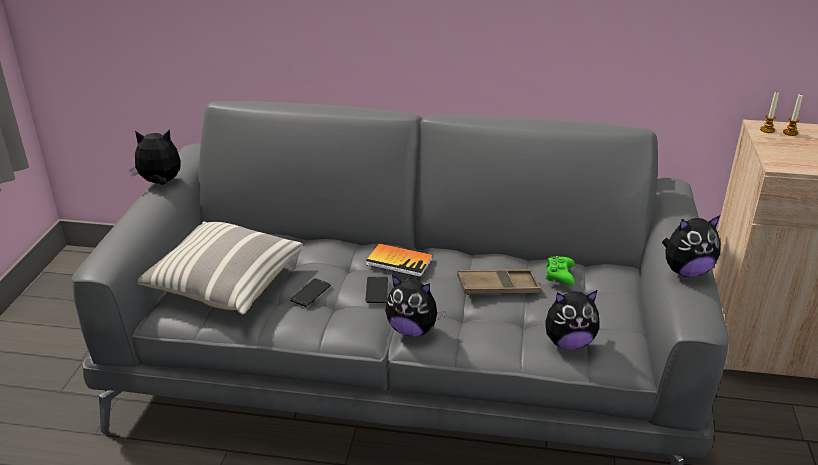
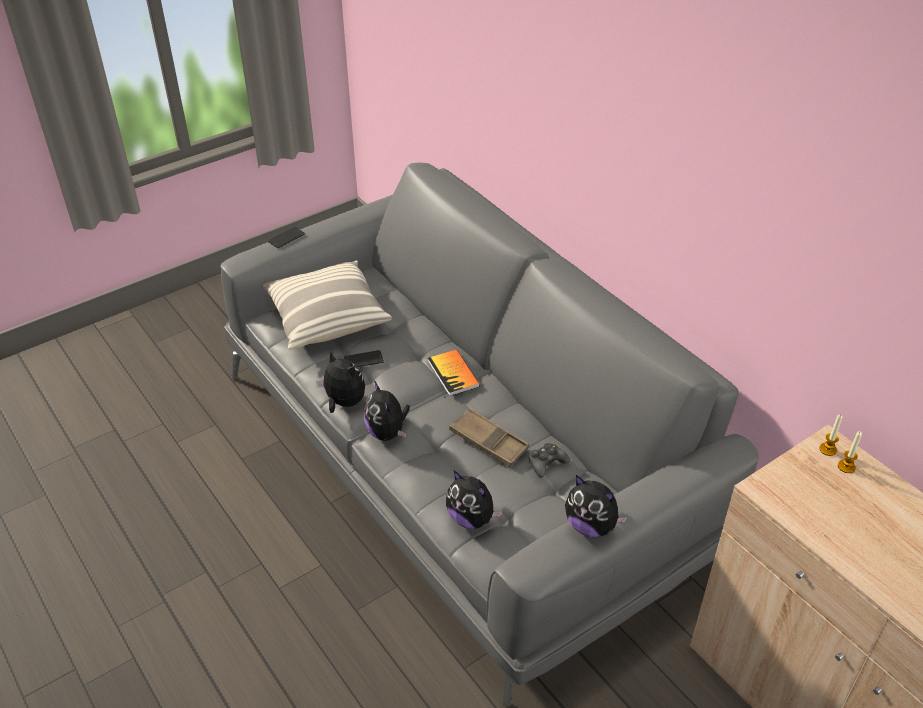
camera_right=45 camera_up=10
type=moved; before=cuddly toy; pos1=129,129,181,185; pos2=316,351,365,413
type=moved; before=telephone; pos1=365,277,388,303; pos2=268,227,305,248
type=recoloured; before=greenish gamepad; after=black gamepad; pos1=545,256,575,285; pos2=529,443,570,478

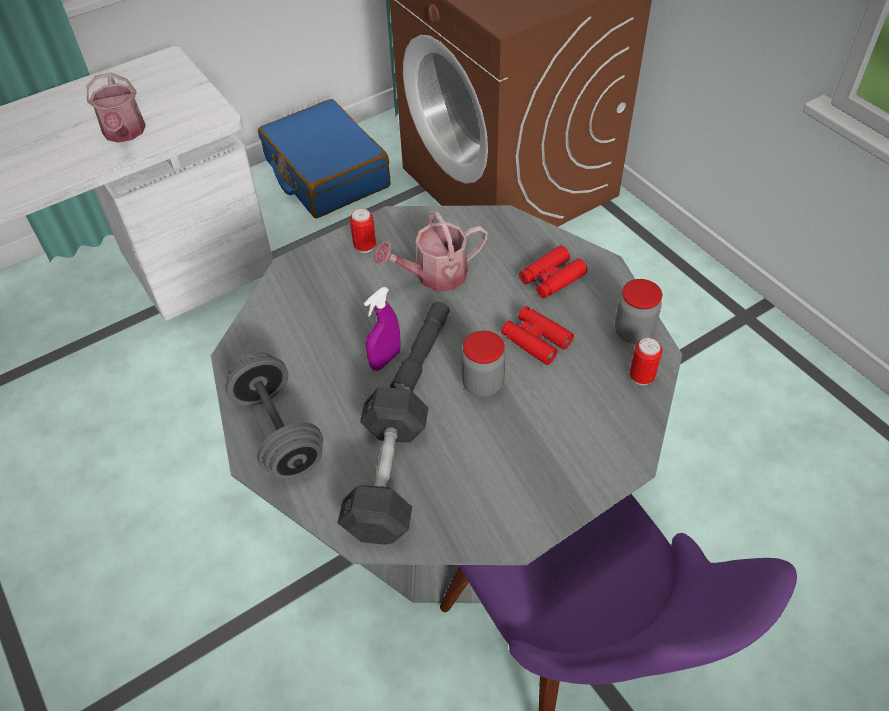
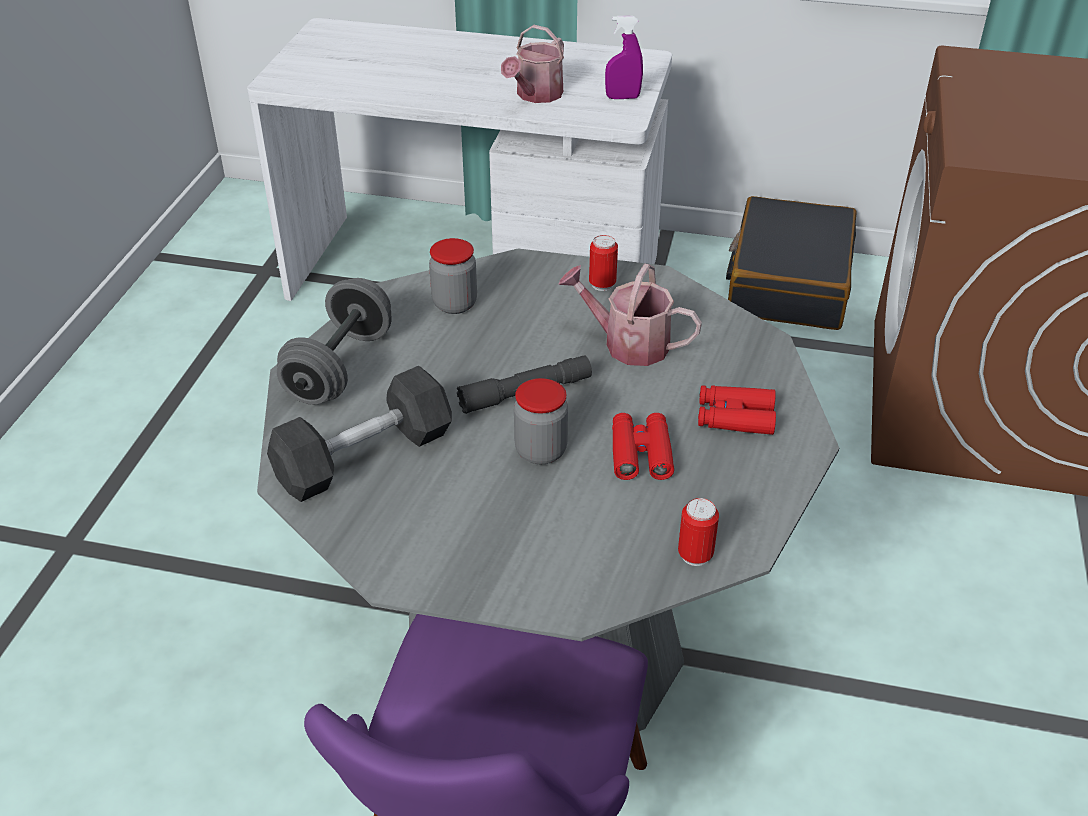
camera_right=45 camera_up=-10
type=recoloured; before=bluish piece of luggage; after=black piece of luggage; pos1=258,99,390,218; pos2=726,196,857,330
type=moved; before=purple-coloured spray bottle; pos1=364,287,401,371; pos2=605,16,643,99
type=moved; before=jar; pos1=615,279,662,344; pos2=429,238,477,314

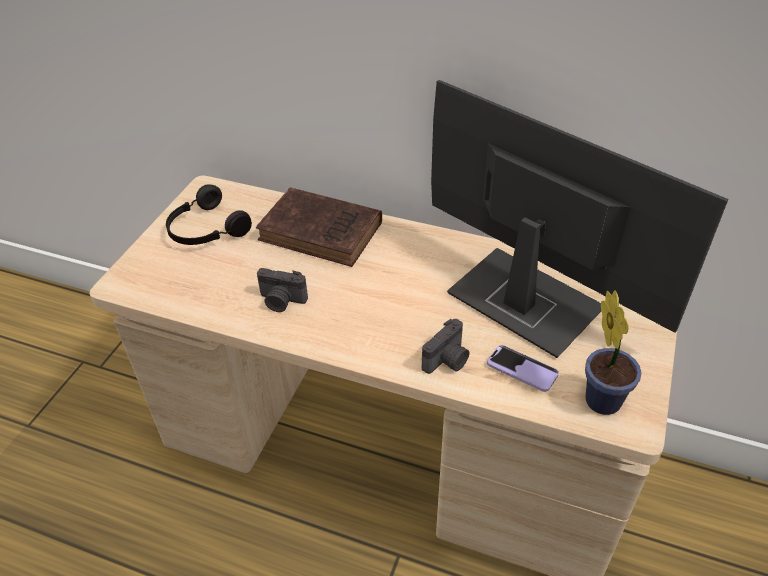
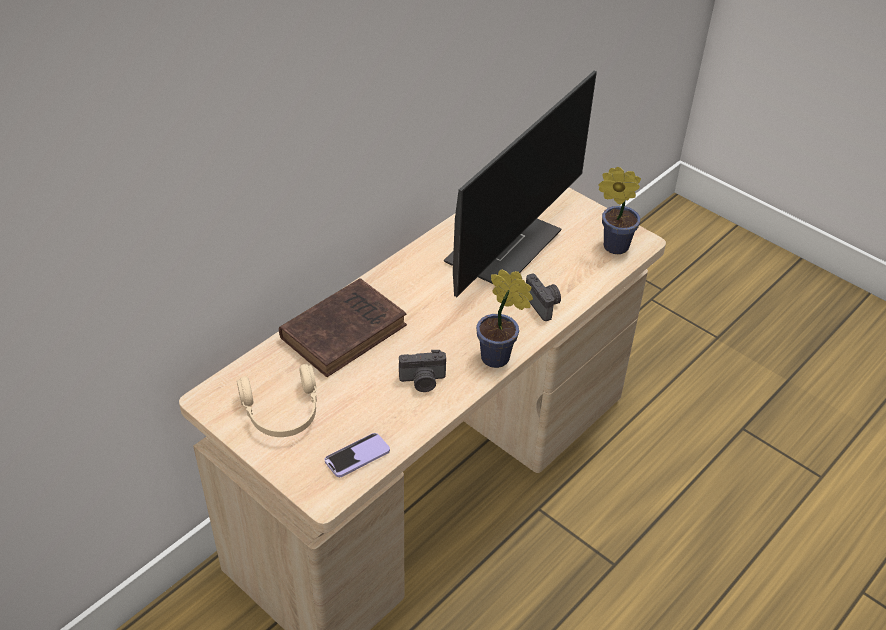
camera_right=-70 camera_up=0
type=recoloured; before=black pair of headphones; after=sand-coloured pair of headphones; pos1=166,184,252,245; pos2=237,364,317,437
type=turned; before=still camera; pos1=257,268,308,312; pos2=399,350,446,392; turn=45
type=turned; before=monitor; pos1=431,80,728,358; pos2=444,71,597,297; turn=150
type=moved; before=telephone; pos1=487,345,559,392; pos2=325,433,390,477
type=added; after=plant in a pot; pos2=476,269,533,368

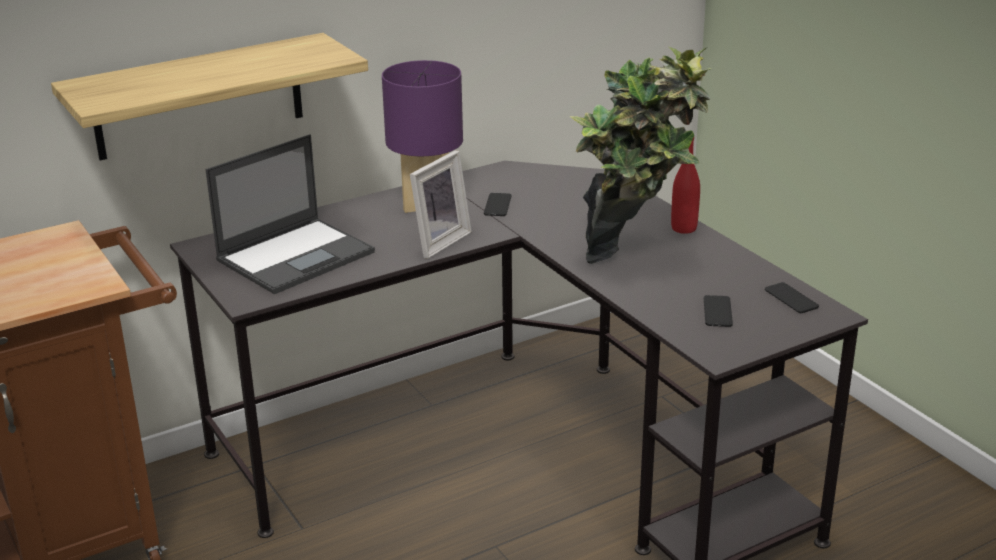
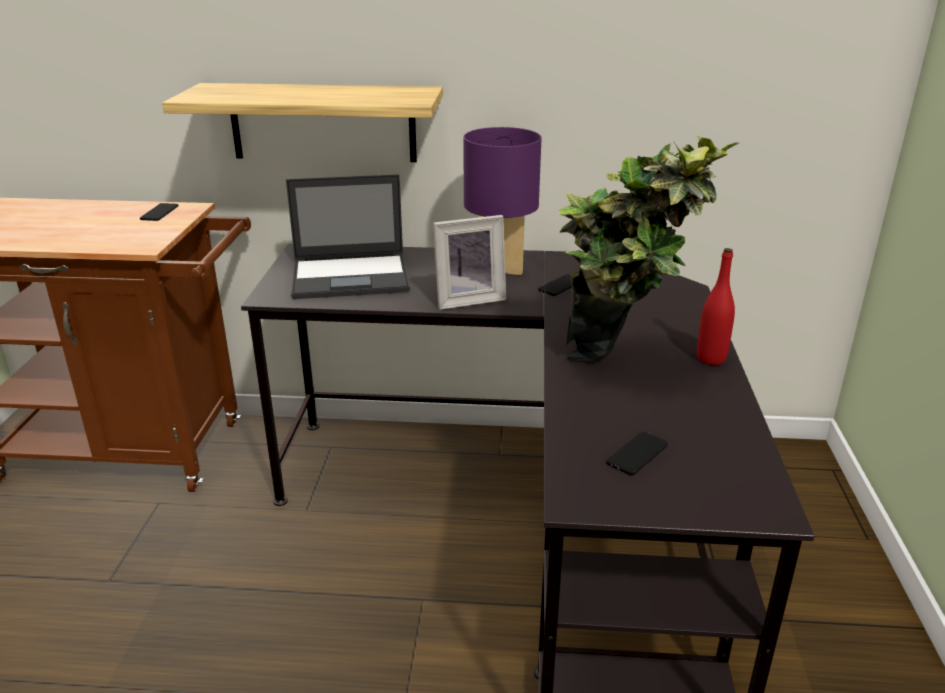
camera_right=35 camera_up=0
type=moved; before=telephone; pos1=765,282,819,313; pos2=140,203,179,221

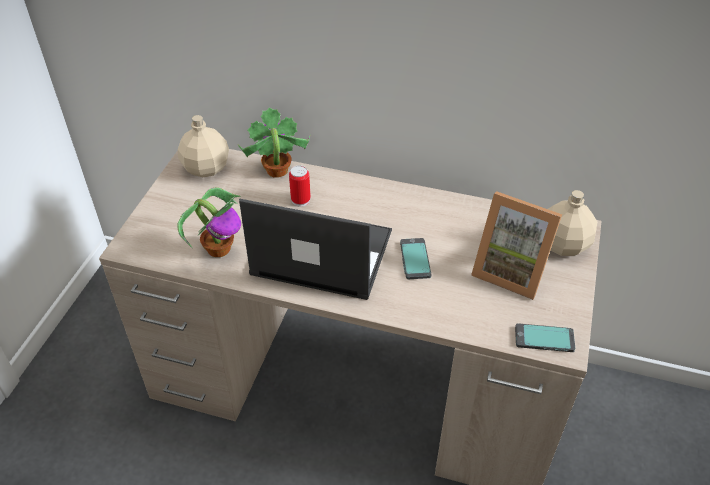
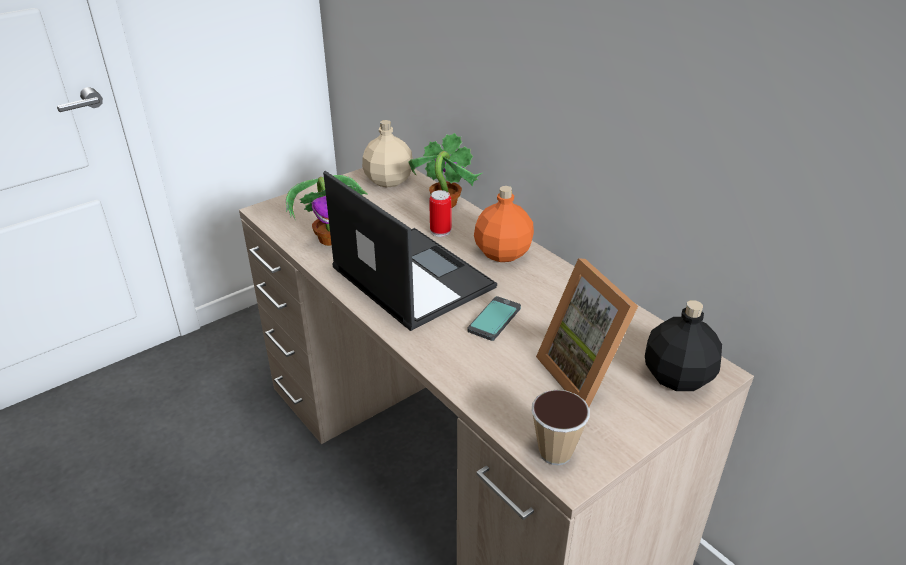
camera_right=35 camera_up=-10
type=replaced; before=telephone; after=cup; pos1=515,323,575,352; pos2=531,390,590,465
type=recoloured; before=sand-coloured beverage bottle; after=black beverage bottle; pos1=548,190,597,256; pos2=645,300,722,391
type=added; after=orange beverage bottle; pos2=474,186,534,262

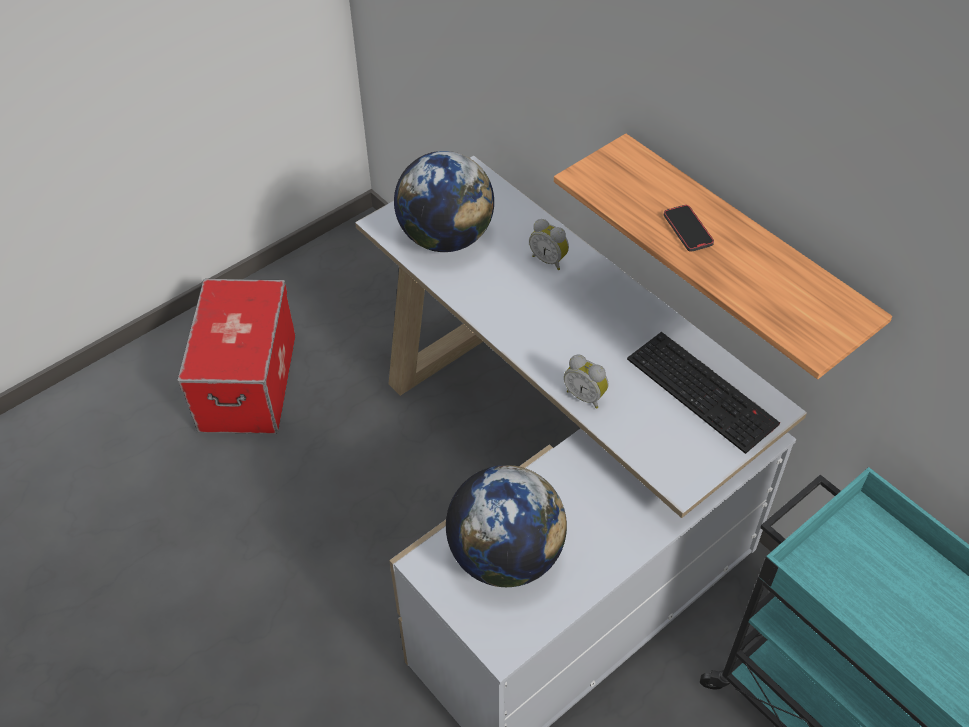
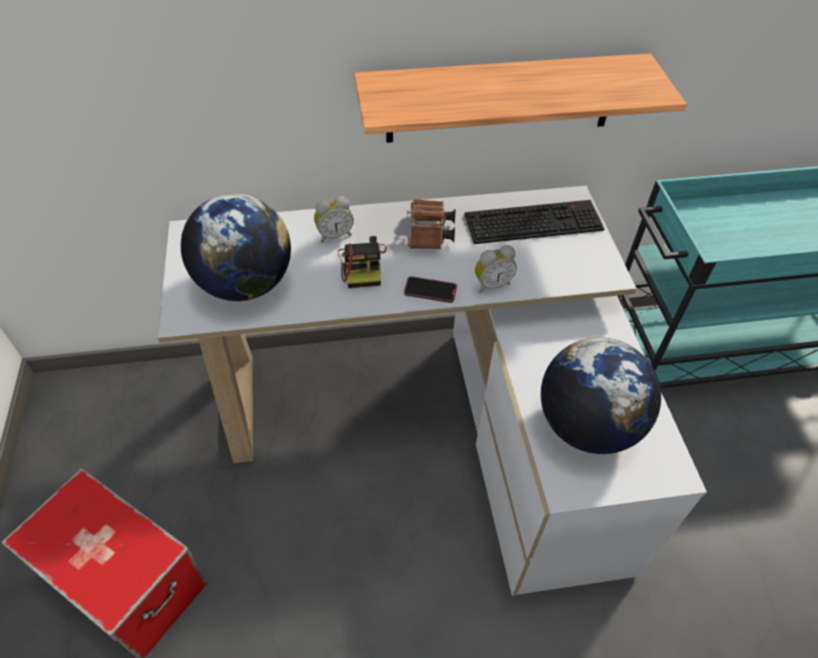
camera_right=-60 camera_up=0
type=moved; before=telephone; pos1=664,205,714,252; pos2=404,276,457,303
type=added; after=still camera; pos2=338,236,387,288
type=added; after=brown binoculars; pos2=407,199,456,249

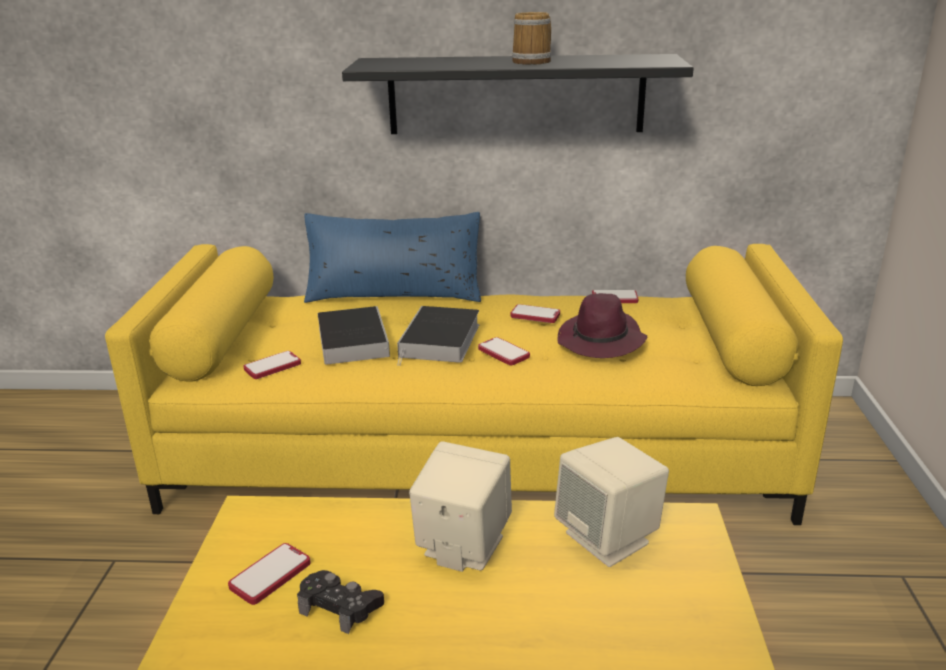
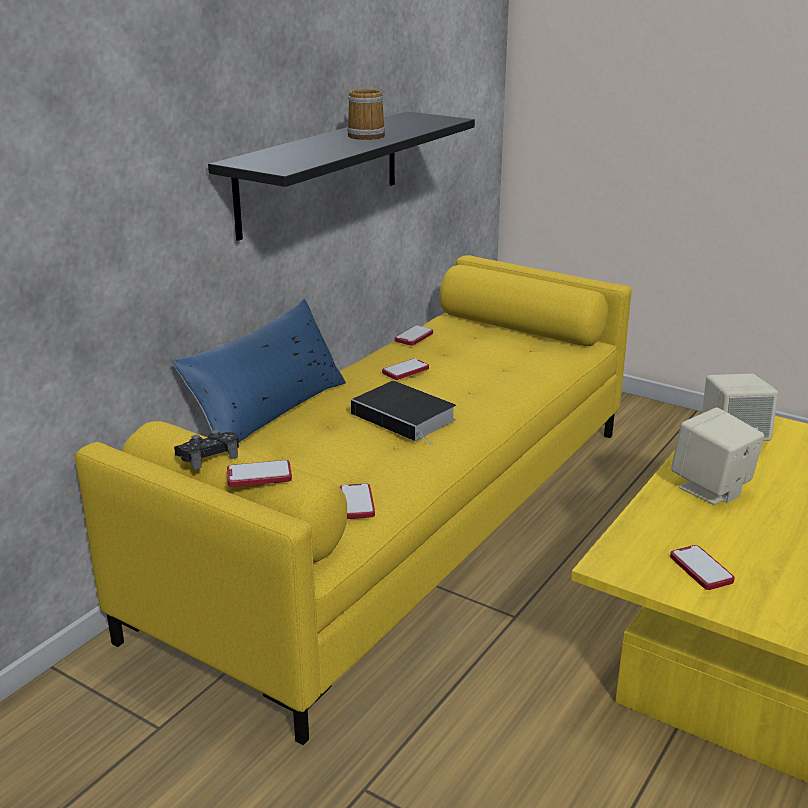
camera_right=-60 camera_up=0
type=moved; before=black gamepad; pos1=297,570,384,634; pos2=174,430,239,470
type=removed; before=volume; pos1=318,306,390,365
type=moved; before=telephone; pos1=478,337,530,365; pos2=227,460,292,487
type=removed; before=purple-coloured clothing hat; pos1=557,293,647,358

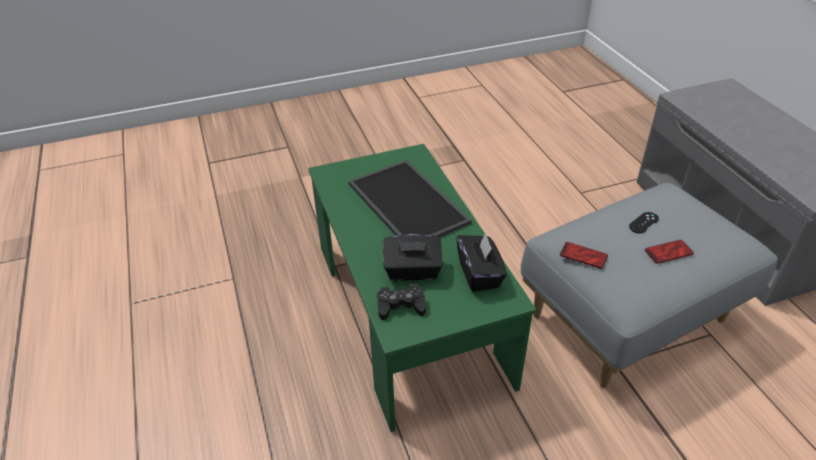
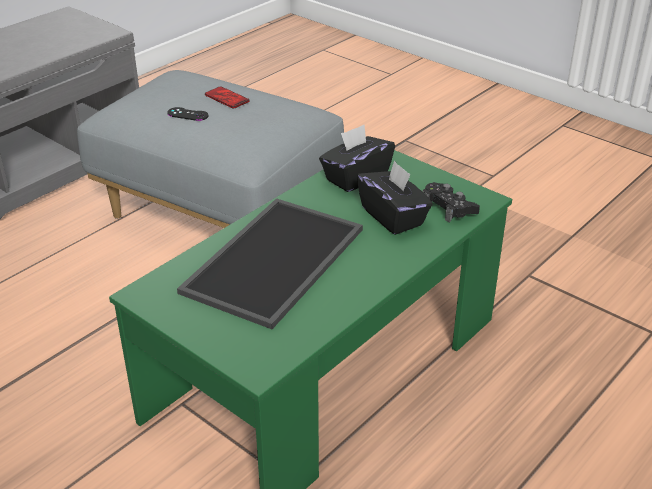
camera_right=-120 camera_up=-5
type=removed; before=telephone; pos1=560,242,608,269

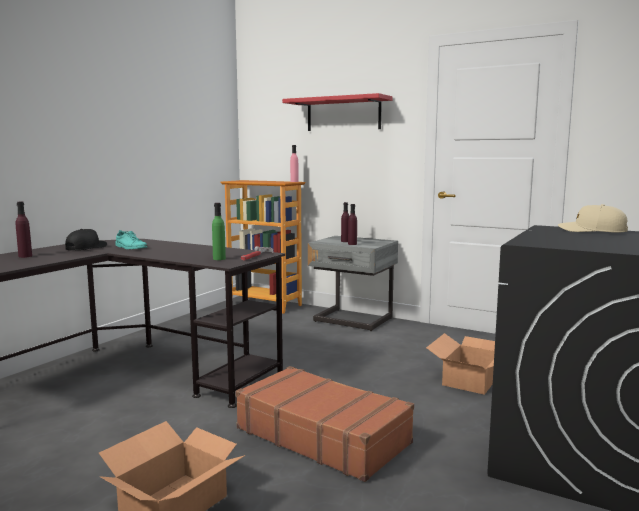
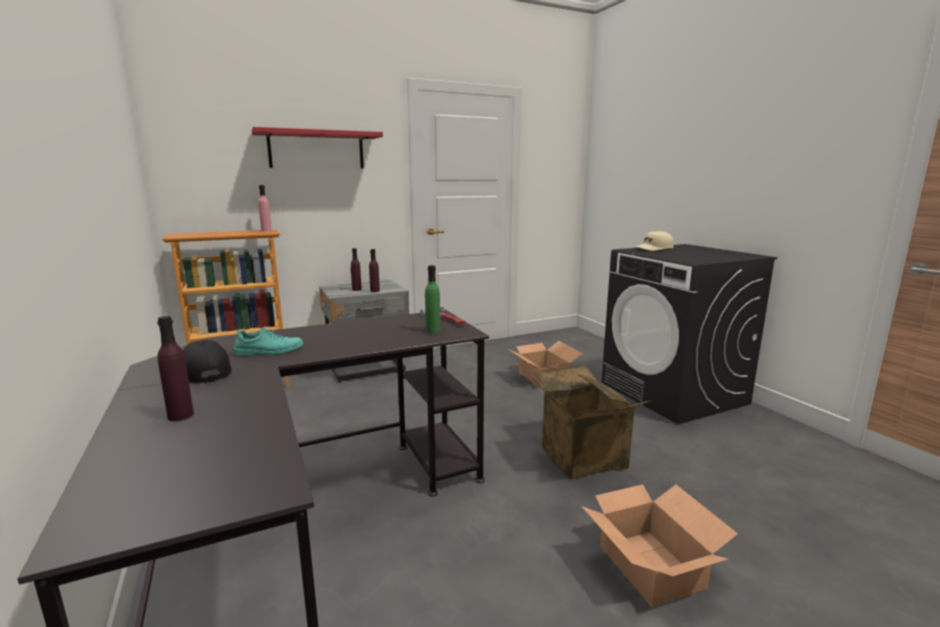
camera_right=-55 camera_up=5
type=replaced; before=brown piece of luggage; after=packing box; pos1=235,366,414,482; pos2=532,366,652,479

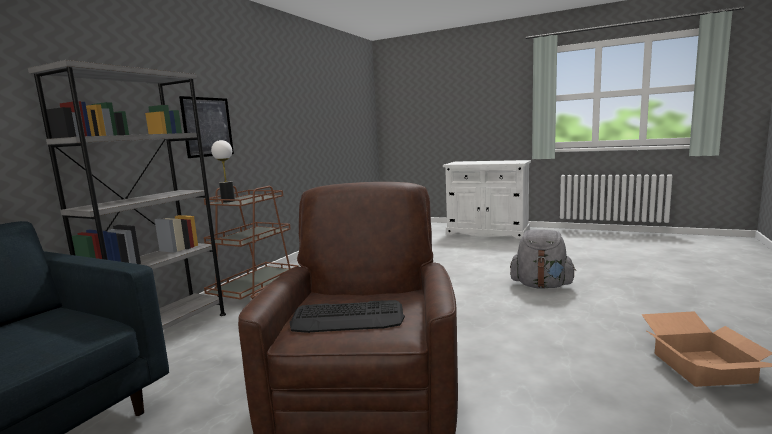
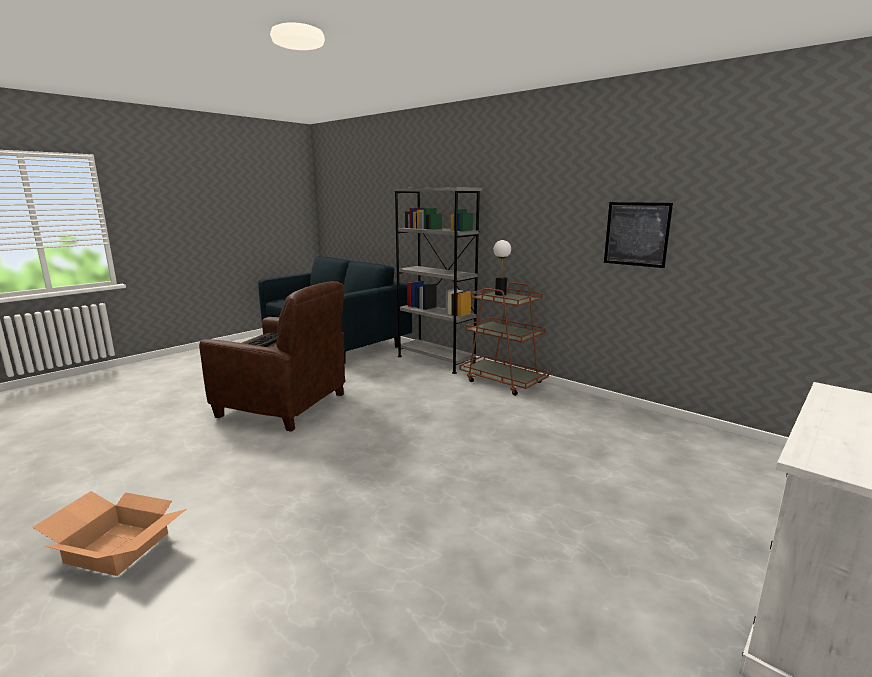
camera_right=105 camera_up=5
type=moved; before=picture; pos1=179,96,234,158; pos2=604,202,673,268
type=removed; before=grey backpack; pos1=510,229,576,289

